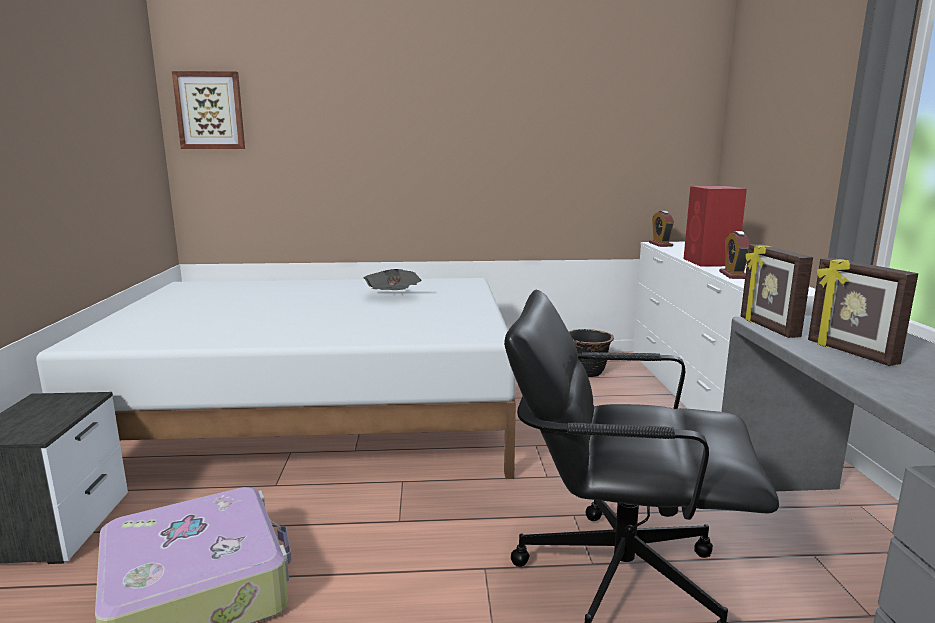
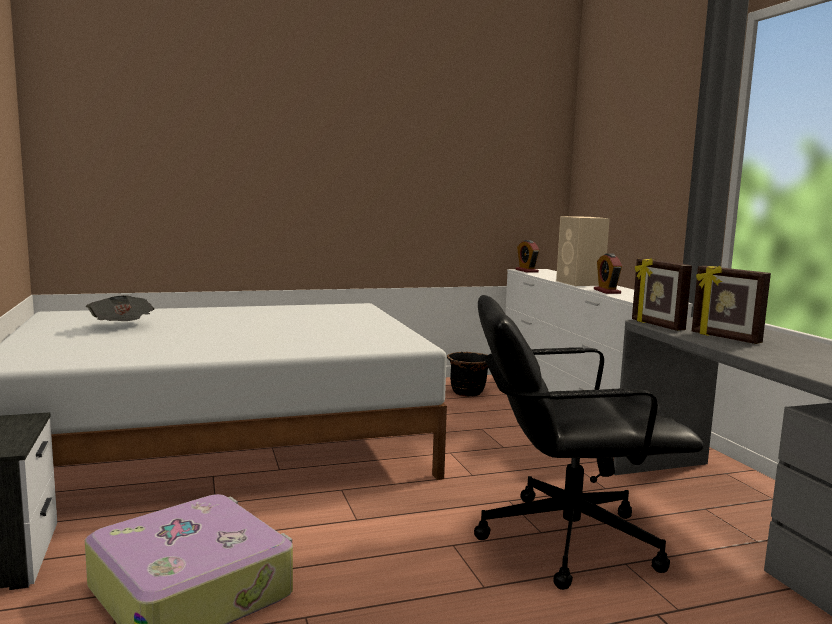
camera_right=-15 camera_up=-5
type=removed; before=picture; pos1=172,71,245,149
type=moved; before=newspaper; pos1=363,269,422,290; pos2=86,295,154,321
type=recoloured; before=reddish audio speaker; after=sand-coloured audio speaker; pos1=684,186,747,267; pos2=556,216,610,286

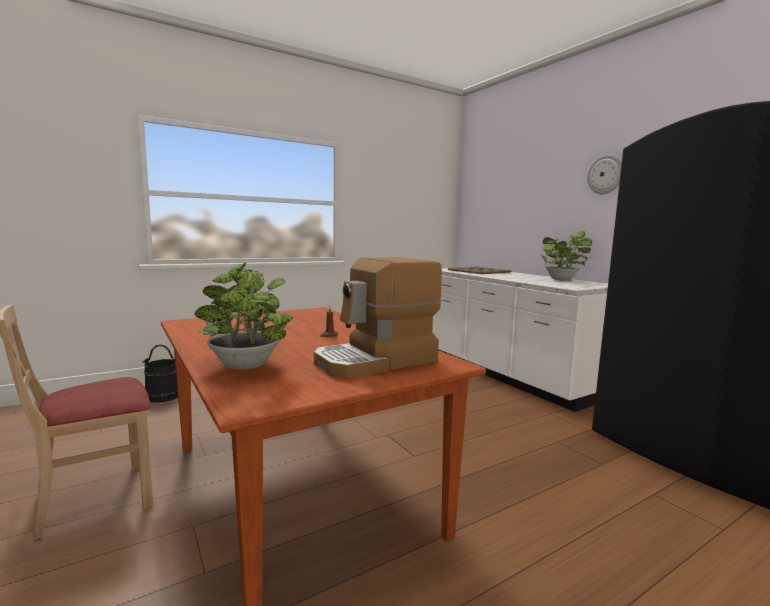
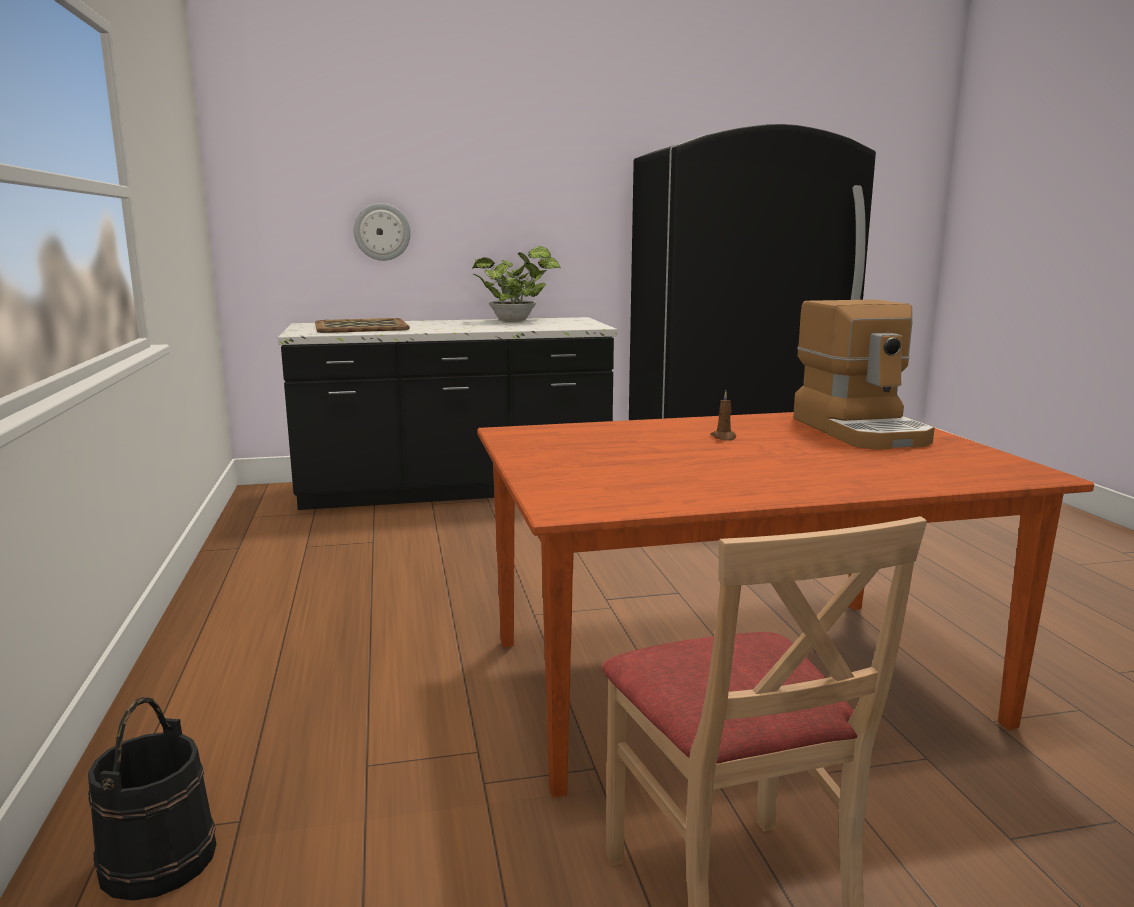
camera_right=-70 camera_up=5
type=removed; before=plant in a pot; pos1=194,263,293,370
type=recoloured; before=white counter; after=black counter; pos1=432,268,608,412; pos2=278,317,617,510
type=moved; before=wall clock; pos1=587,154,622,194; pos2=354,203,411,261

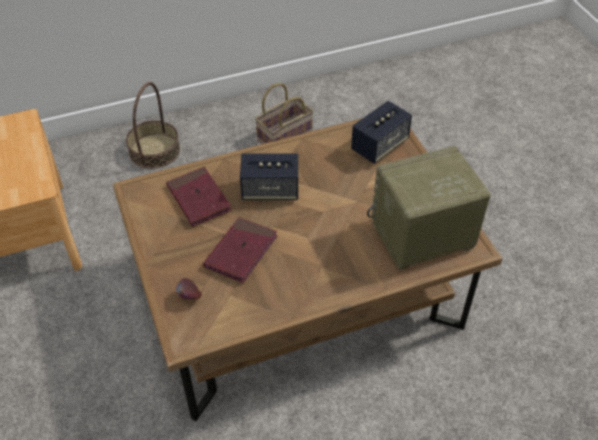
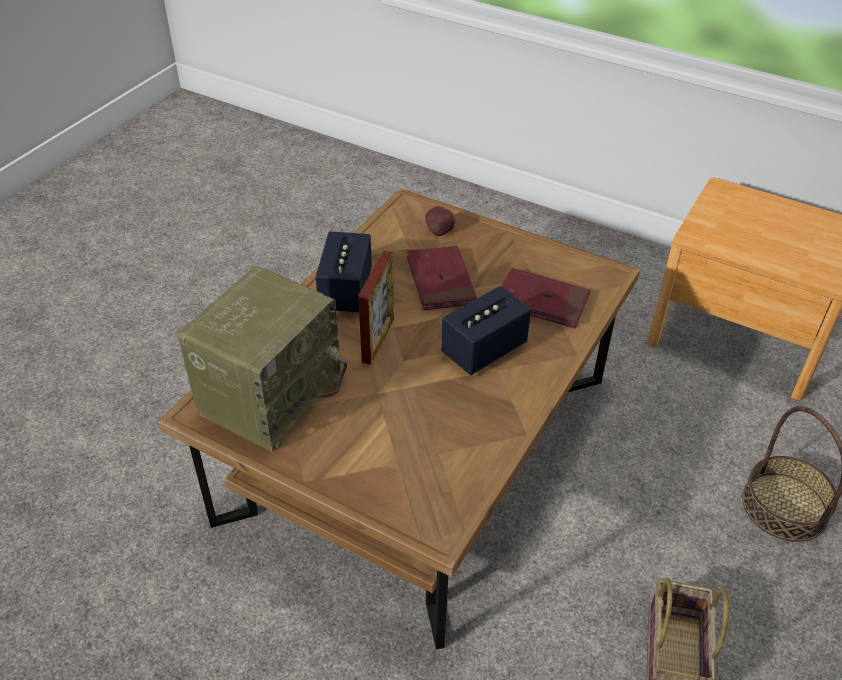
camera_right=140 camera_up=-5
type=moved; before=audio speaker; pos1=351,101,412,164; pos2=316,231,372,313
type=added; after=picture frame; pos2=358,251,394,365

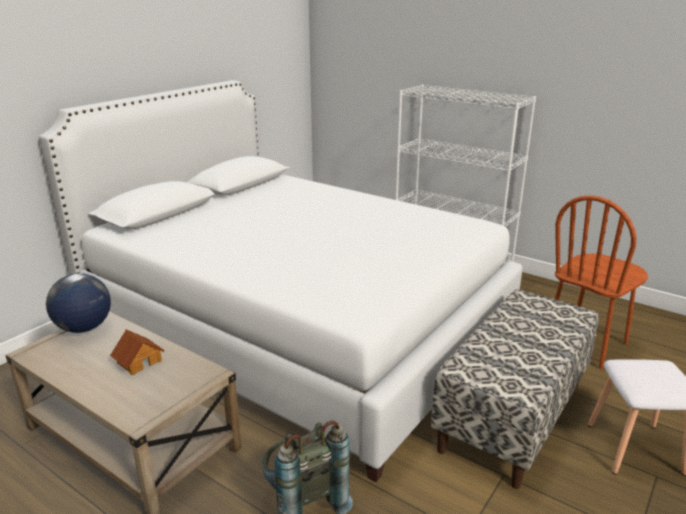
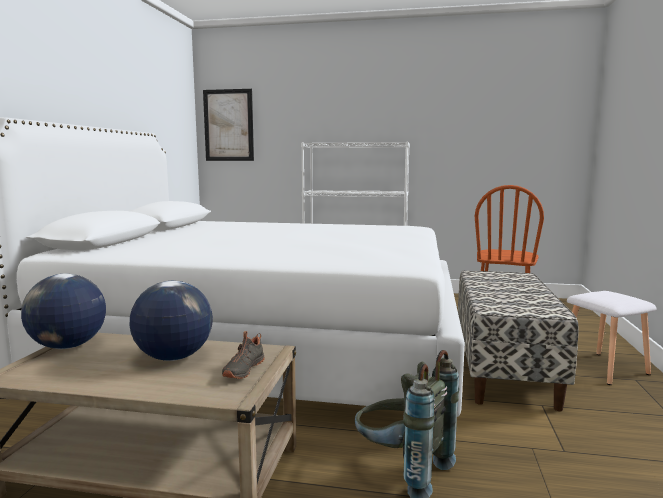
camera_right=-25 camera_up=-15
type=replaced; before=miniature house; after=desk globe; pos1=110,329,165,375; pos2=130,281,213,361
type=added; after=picture; pos2=203,89,254,161
type=added; after=black item of footwear; pos2=222,331,265,379

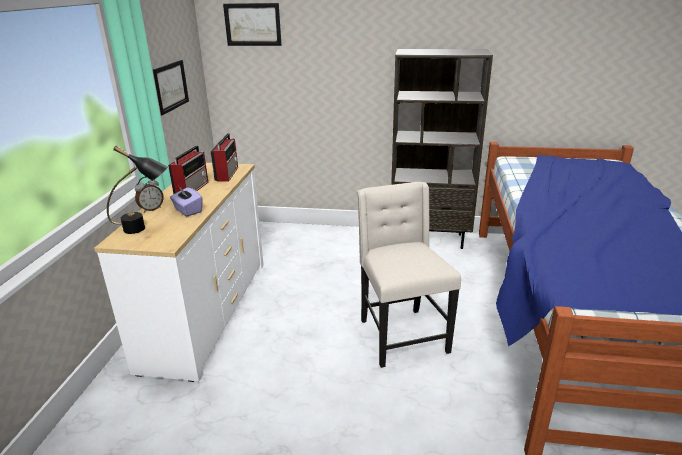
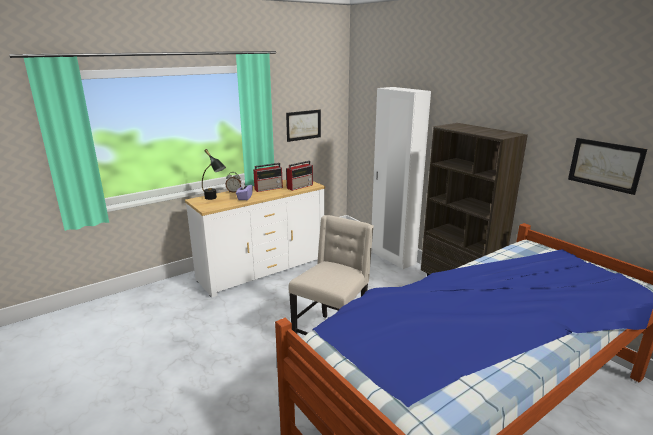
camera_right=45 camera_up=-5
type=moved; before=picture; pos1=223,3,282,46; pos2=568,138,647,195
type=added; after=white clothes cupboard; pos2=371,87,431,269

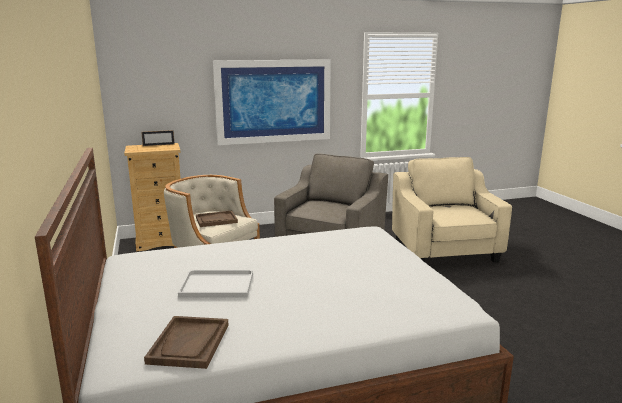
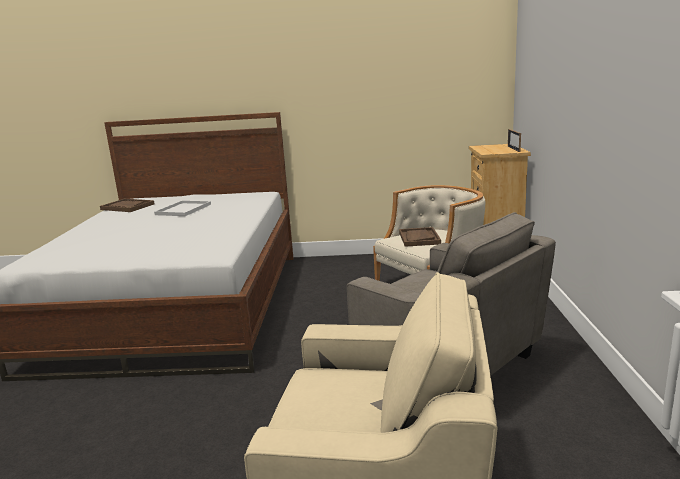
camera_right=110 camera_up=0
type=removed; before=picture; pos1=213,59,331,145

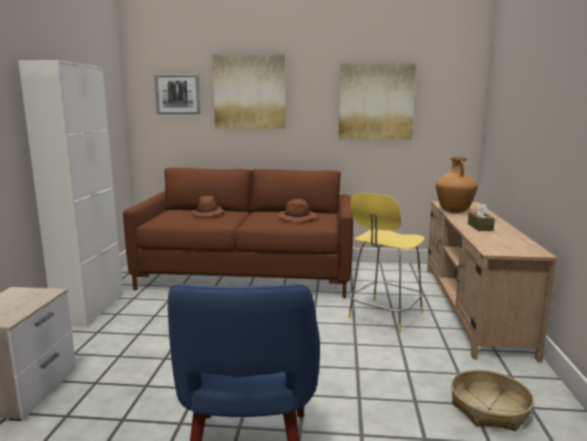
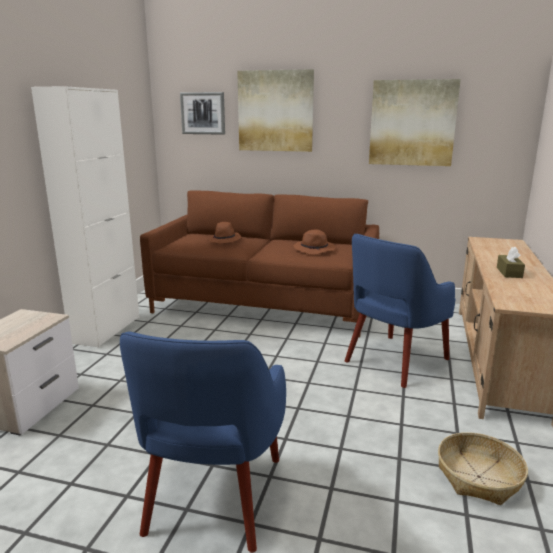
camera_right=10 camera_up=5
type=replaced; before=yellow-coloured stool; after=bluish lounge chair; pos1=348,192,425,333; pos2=345,234,456,388
type=removed; before=brown flower vase; pos1=436,157,478,213

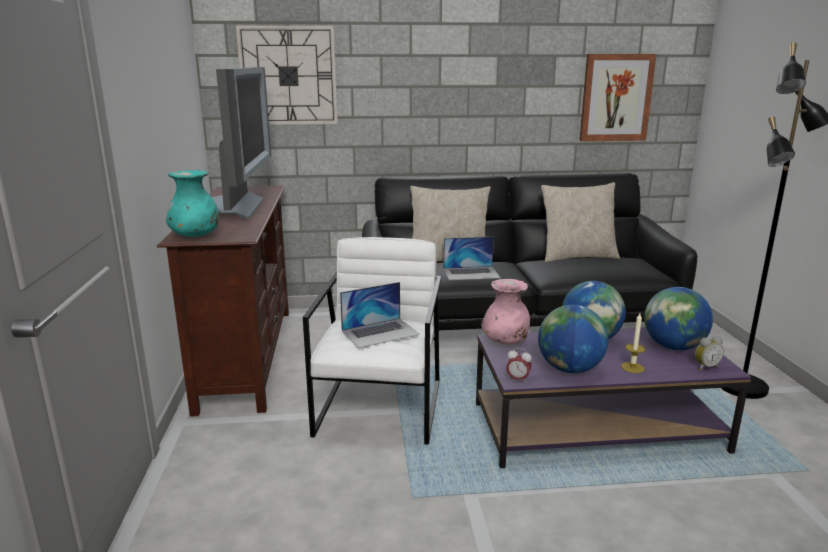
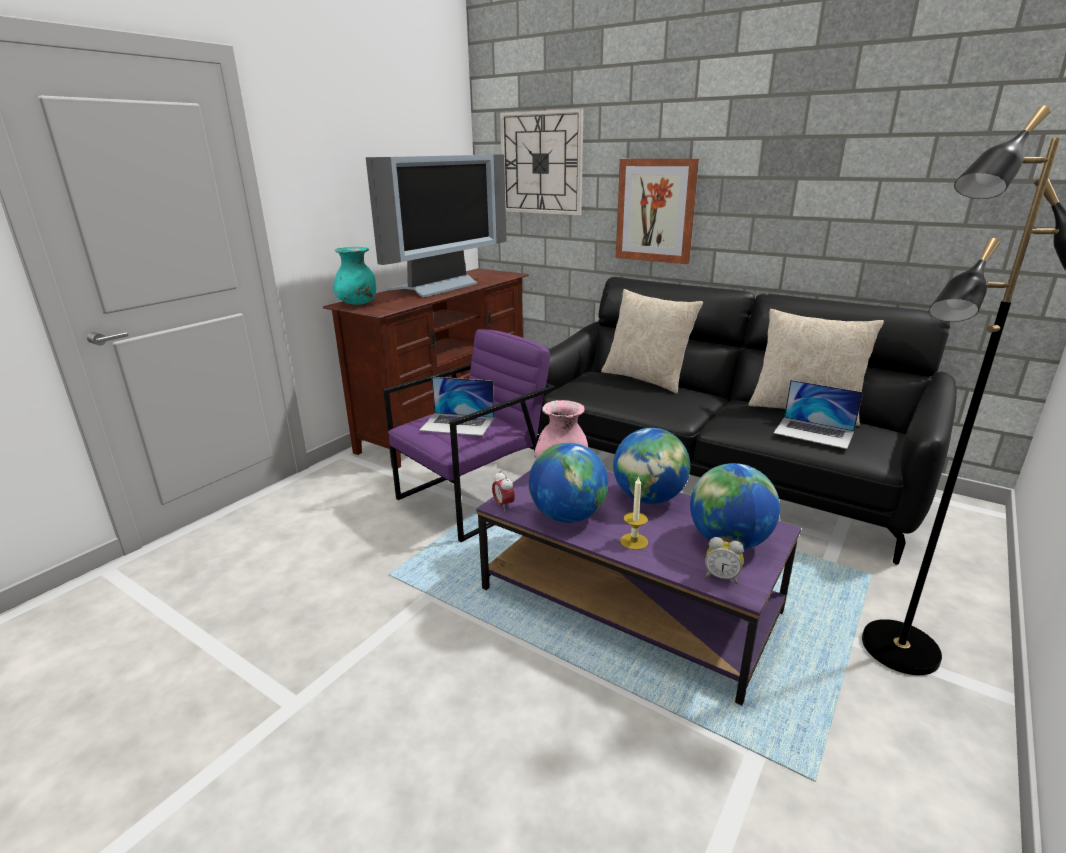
camera_right=40 camera_up=5
type=recoloured; before=white lounge chair; after=purple-coloured lounge chair; pos1=303,237,441,445; pos2=383,329,556,542
type=moved; before=laptop; pos1=443,237,501,280; pos2=774,380,863,449
type=moved; before=picture; pos1=579,54,657,141; pos2=616,159,699,264

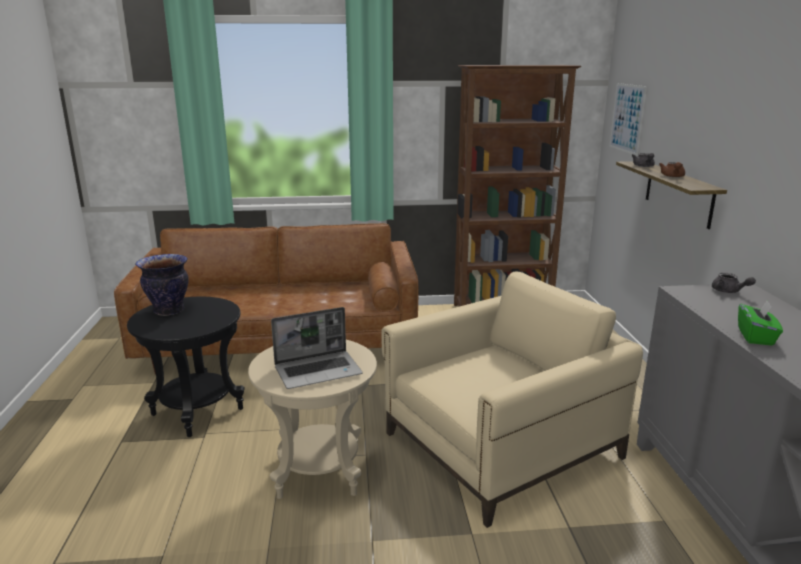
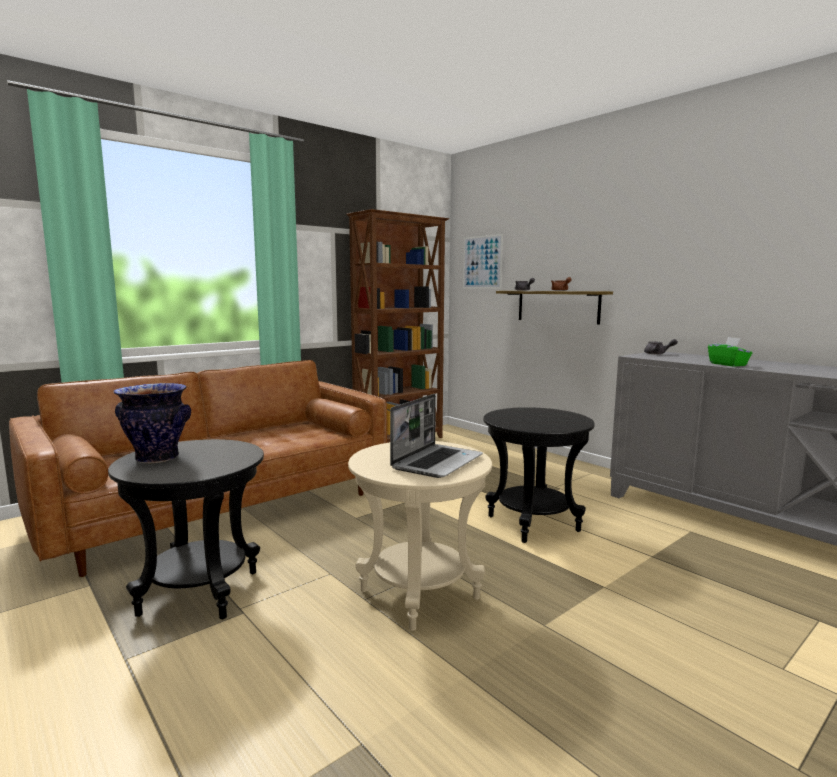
camera_right=-35 camera_up=-10
type=replaced; before=sand-coloured lounge chair; after=black side table; pos1=381,271,643,528; pos2=483,407,595,543

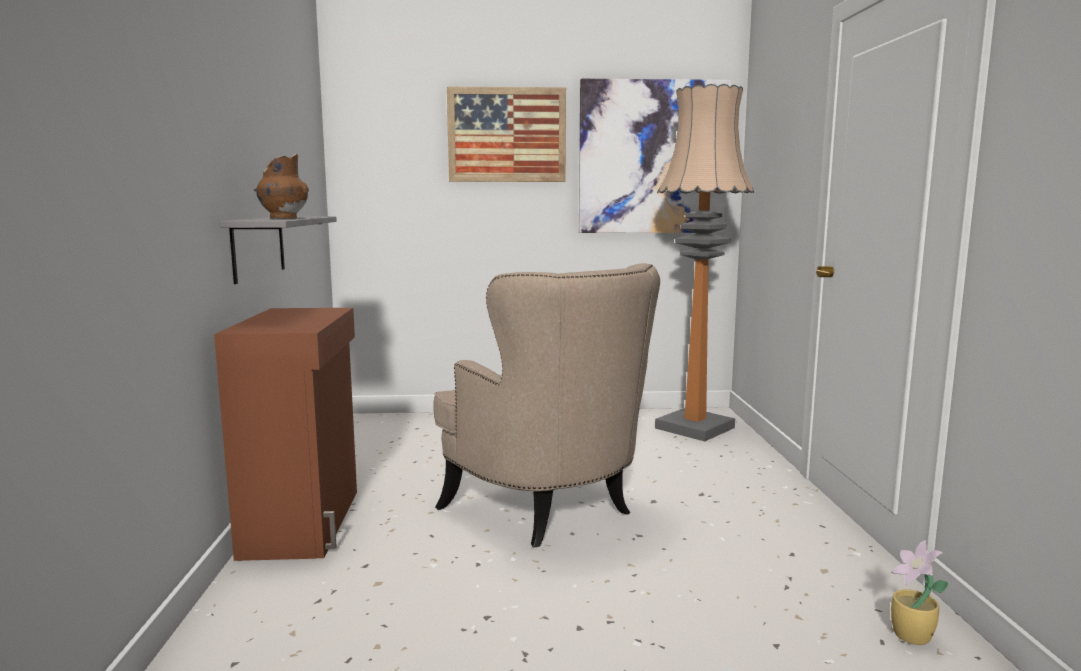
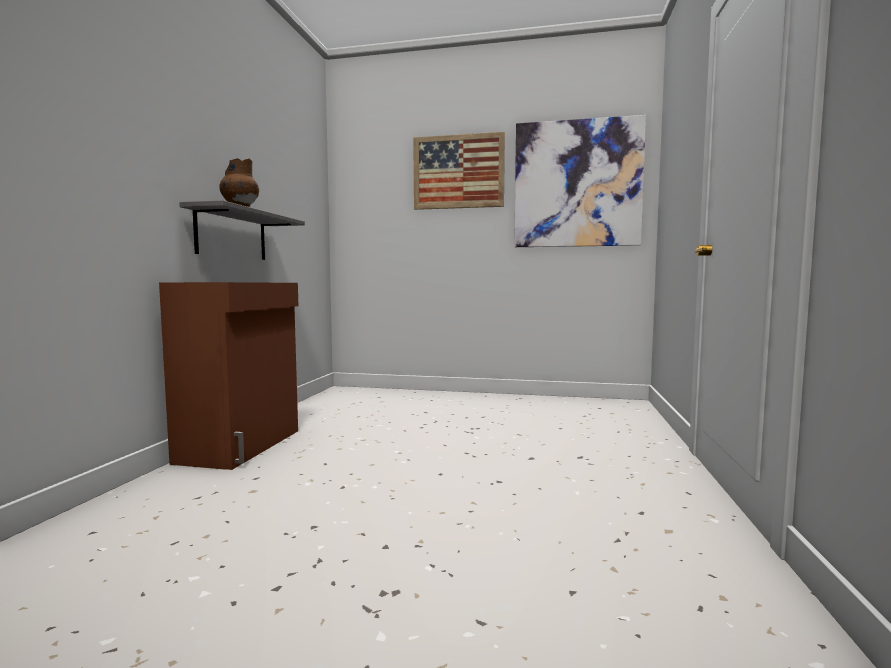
camera_right=15 camera_up=-5
type=removed; before=sand-coloured lounge chair; pos1=433,263,660,548
type=removed; before=standing lamp; pos1=655,84,754,441
type=removed; before=plant in a pot; pos1=891,540,949,645

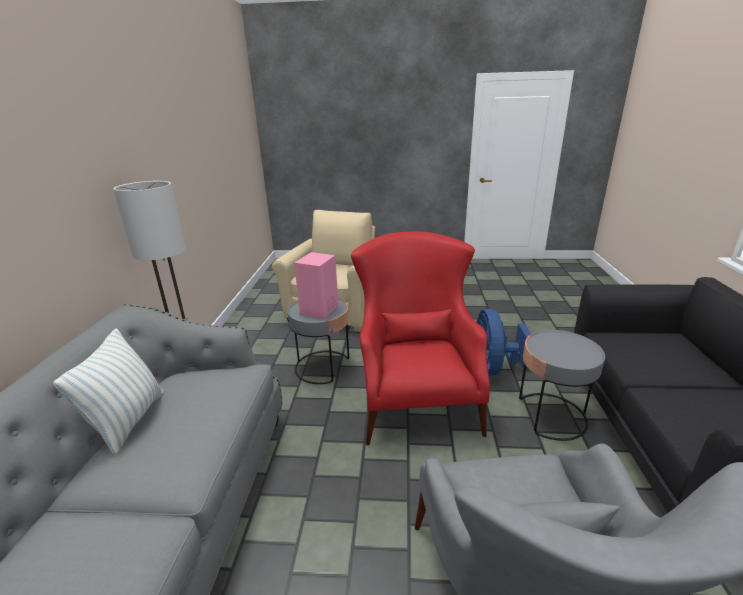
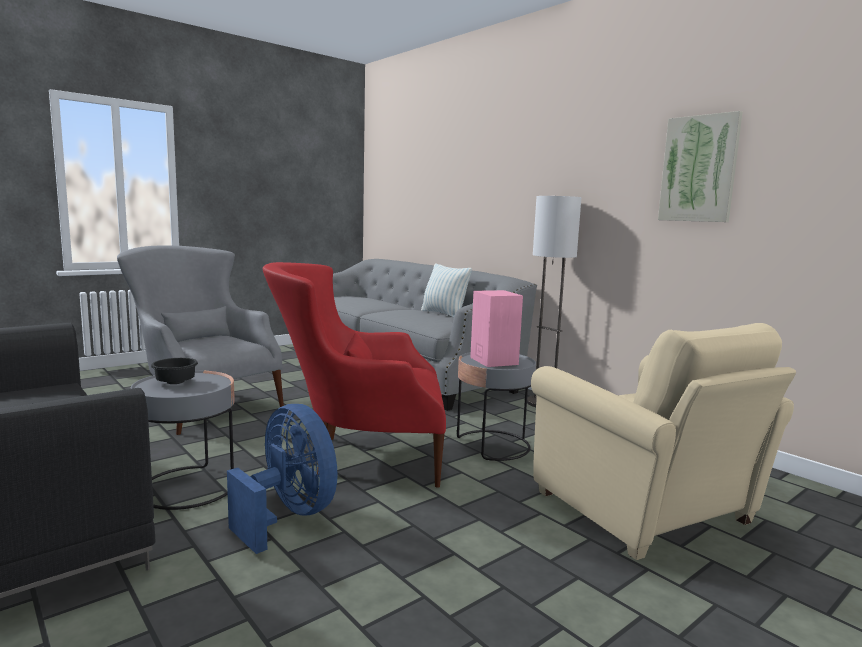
camera_right=135 camera_up=-15
type=turned; before=reddish lounge chair; pos1=351,231,490,445; pos2=263,262,446,488; turn=135
type=added; after=black bowl; pos2=151,358,198,384
type=added; after=picture; pos2=658,111,743,222

